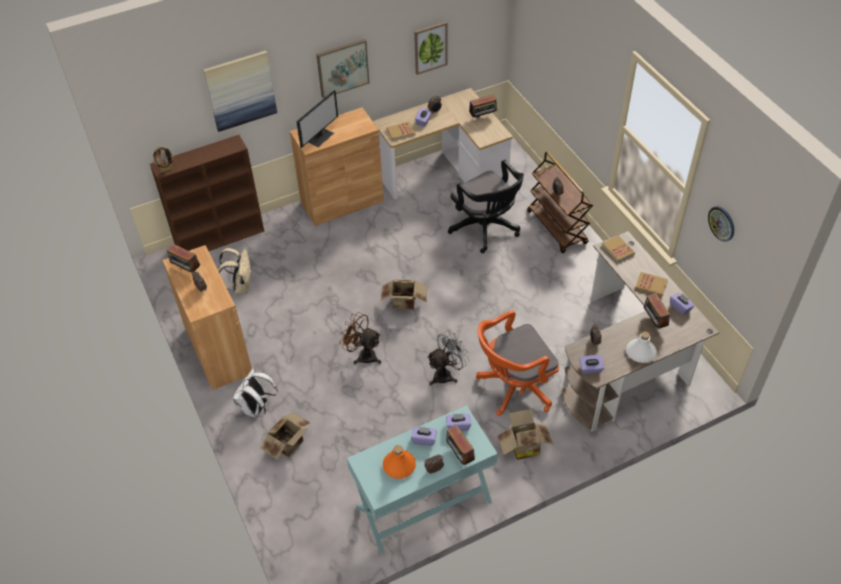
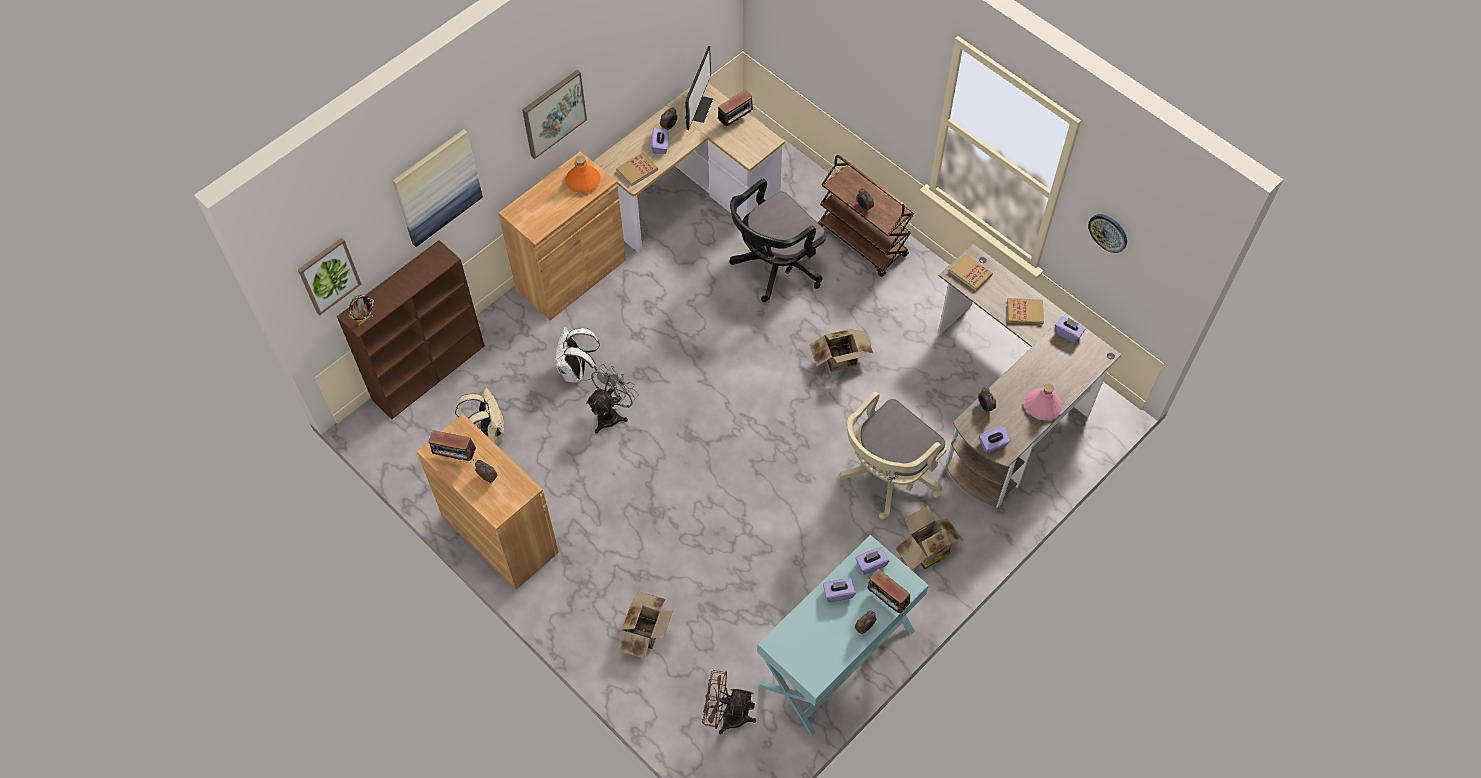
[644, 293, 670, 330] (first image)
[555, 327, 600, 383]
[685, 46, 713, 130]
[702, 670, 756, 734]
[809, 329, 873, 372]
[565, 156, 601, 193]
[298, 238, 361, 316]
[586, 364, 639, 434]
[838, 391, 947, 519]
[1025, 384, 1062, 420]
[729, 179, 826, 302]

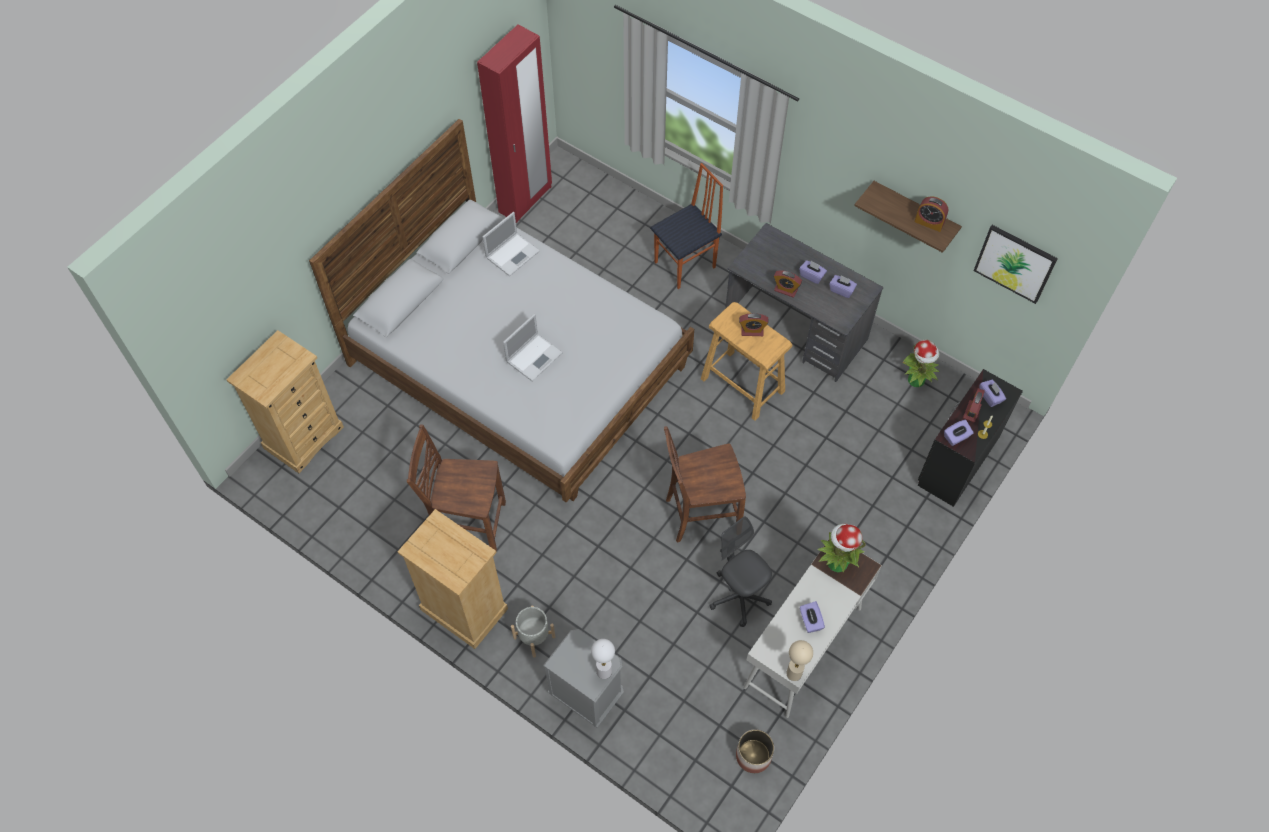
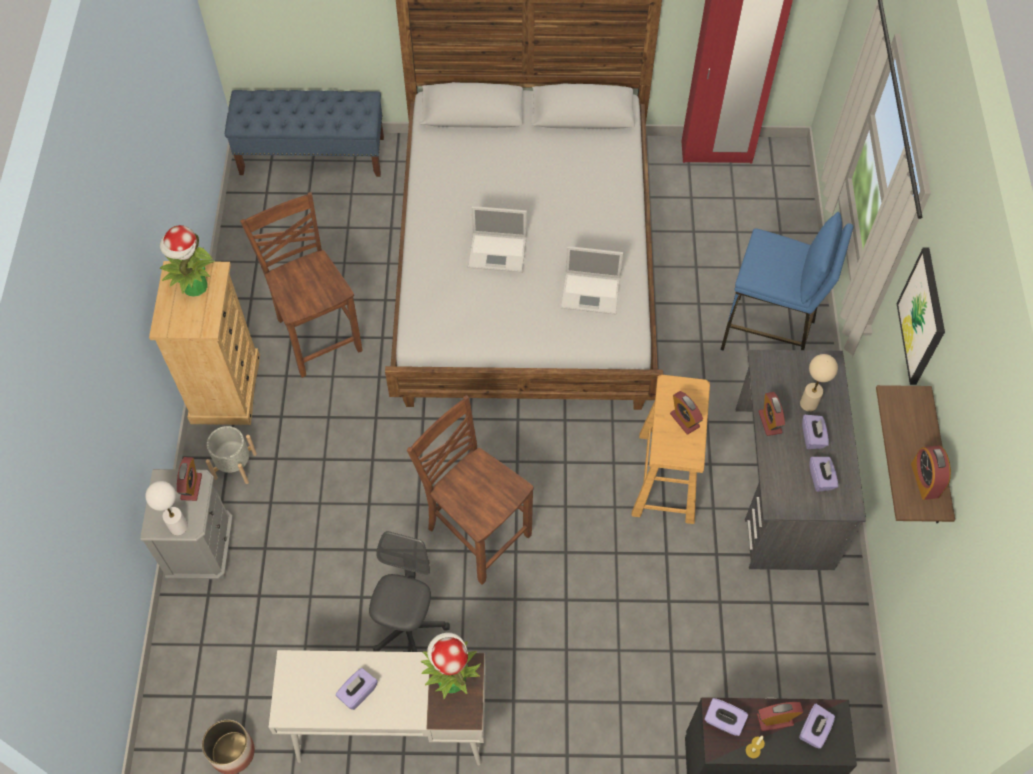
[177, 457, 202, 501]
[561, 246, 623, 315]
[800, 354, 838, 412]
[160, 225, 215, 297]
[896, 247, 945, 385]
[225, 90, 384, 177]
[721, 212, 853, 351]

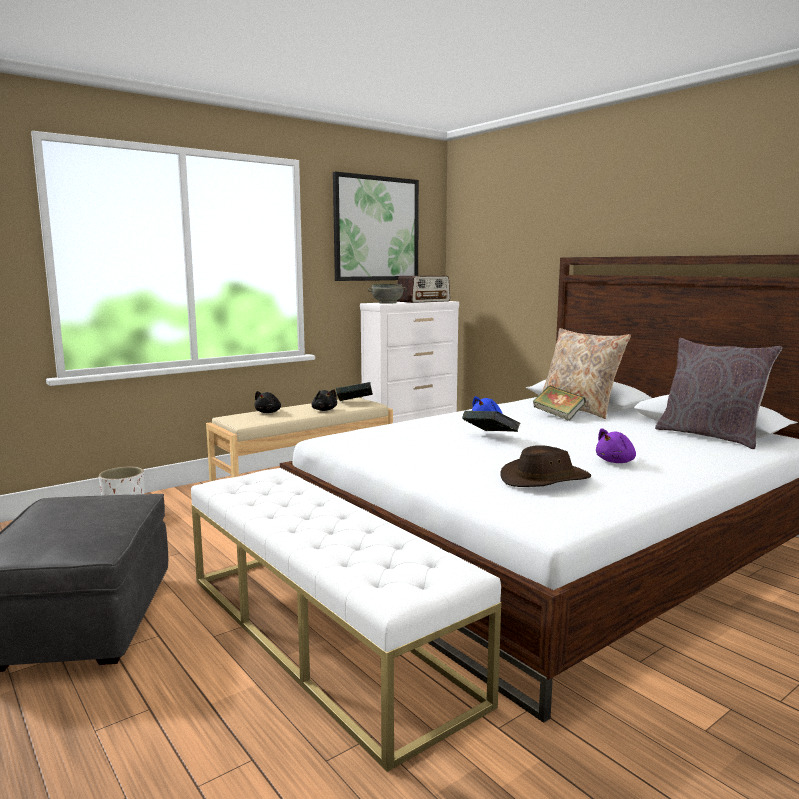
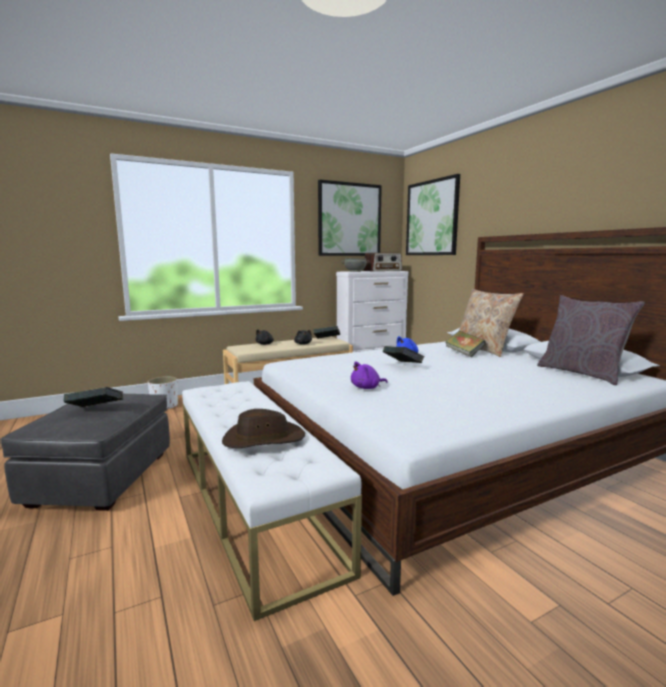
[63, 387, 123, 407]
[406, 174, 460, 255]
[222, 409, 305, 448]
[351, 361, 388, 389]

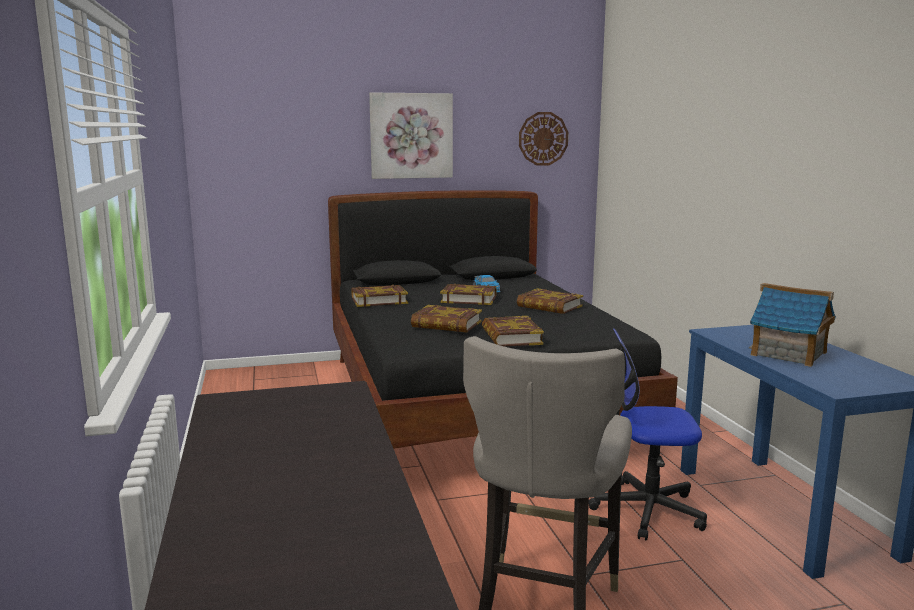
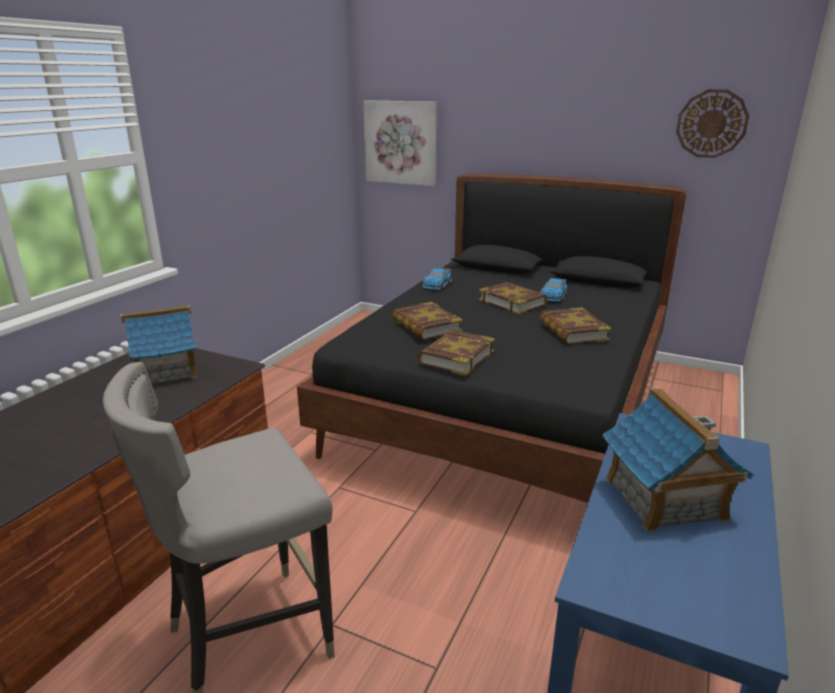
[589, 328, 707, 541] (first image)
[120, 305, 198, 384]
[363, 100, 437, 186]
[422, 268, 452, 290]

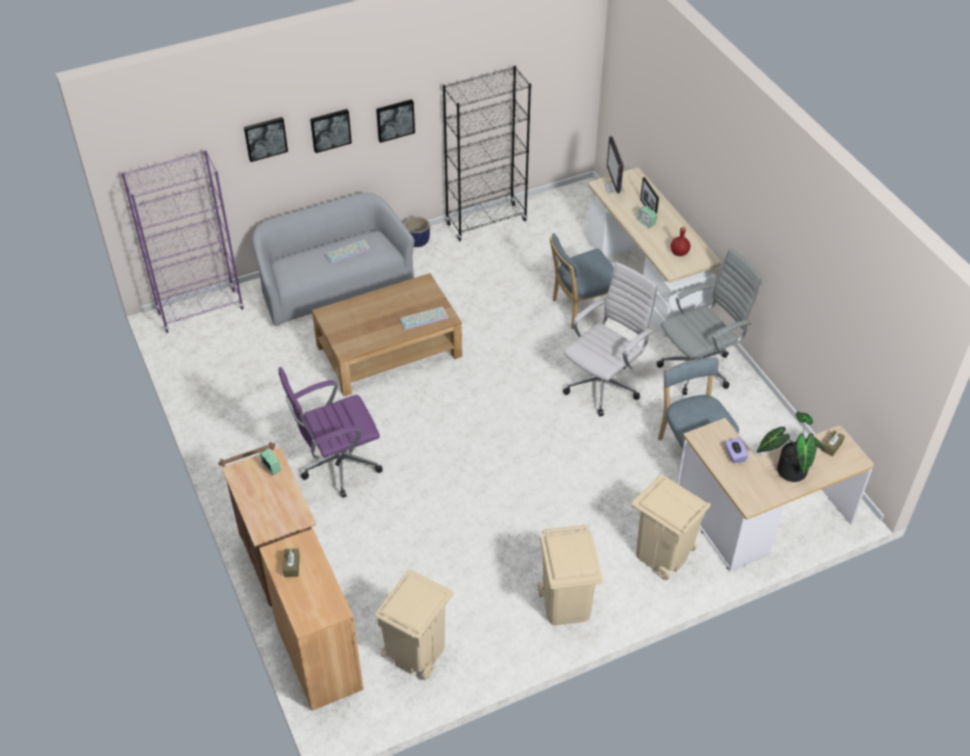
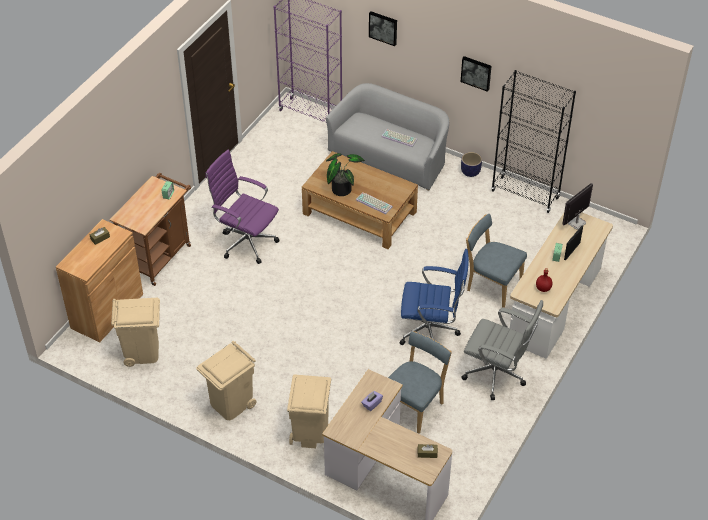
[310, 109, 352, 153] (first image)
[326, 153, 365, 196]
[400, 249, 469, 345]

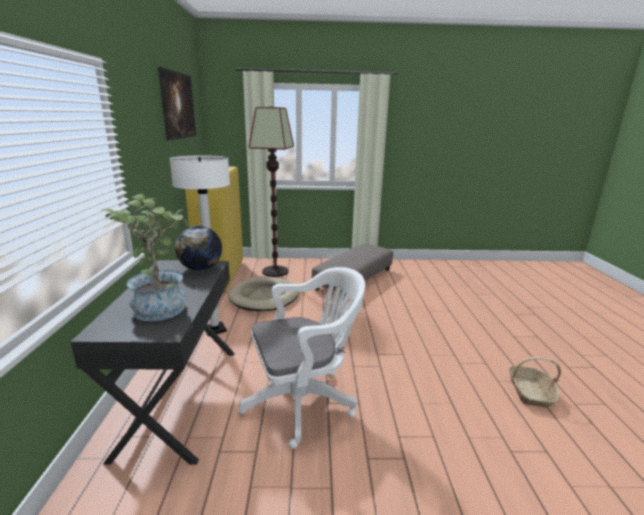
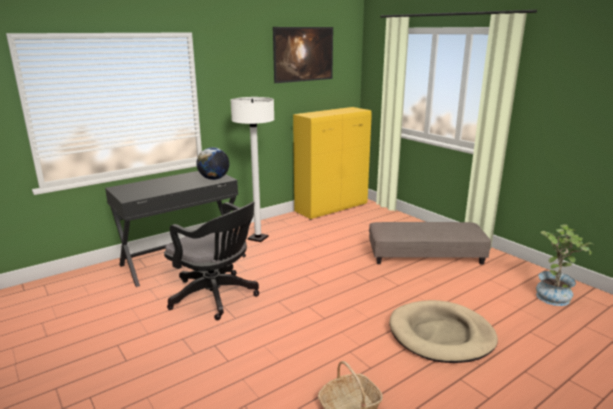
[249, 107, 294, 277] (first image)
[536, 225, 593, 306]
[389, 300, 498, 363]
[164, 202, 259, 320]

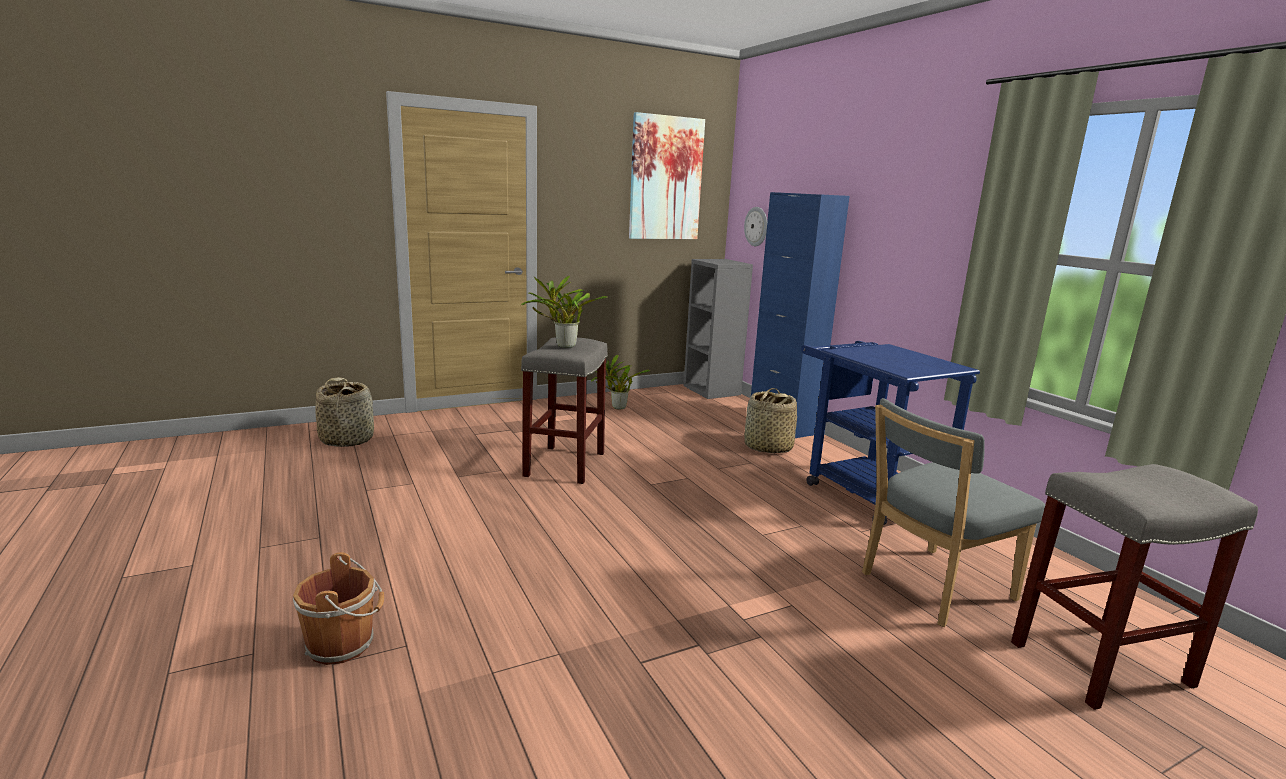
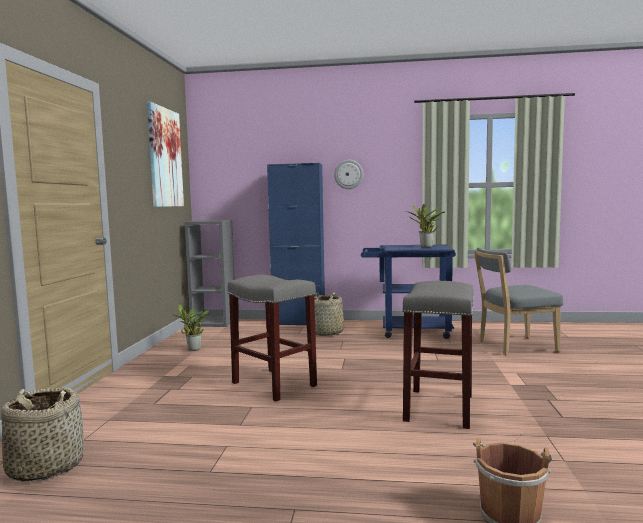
[406, 204, 445, 248]
[334, 160, 363, 189]
[402, 281, 474, 429]
[474, 247, 564, 355]

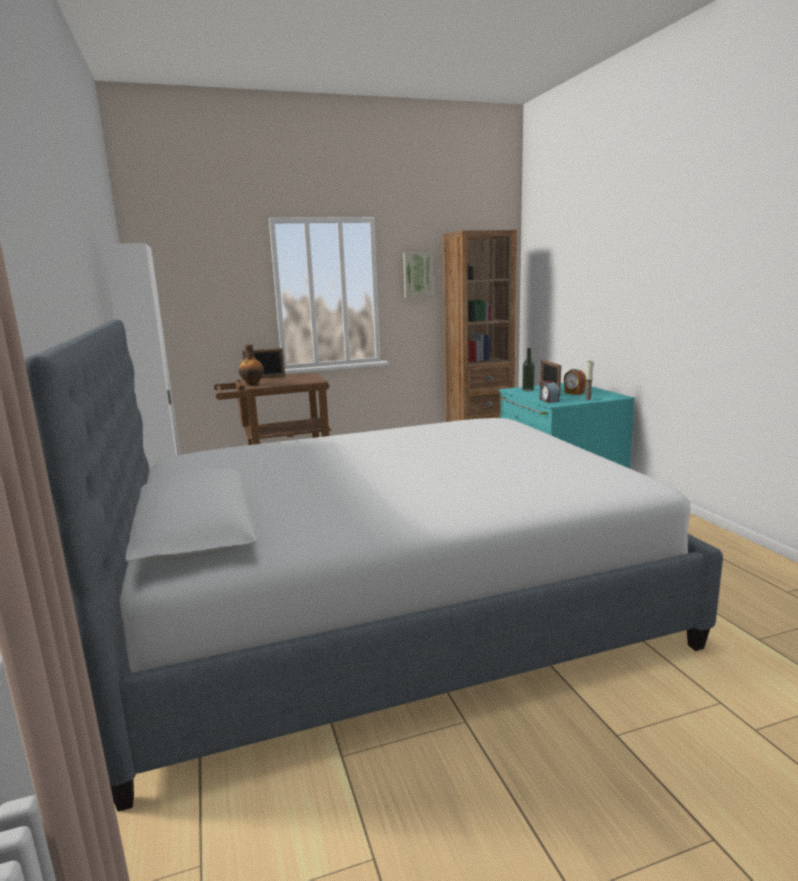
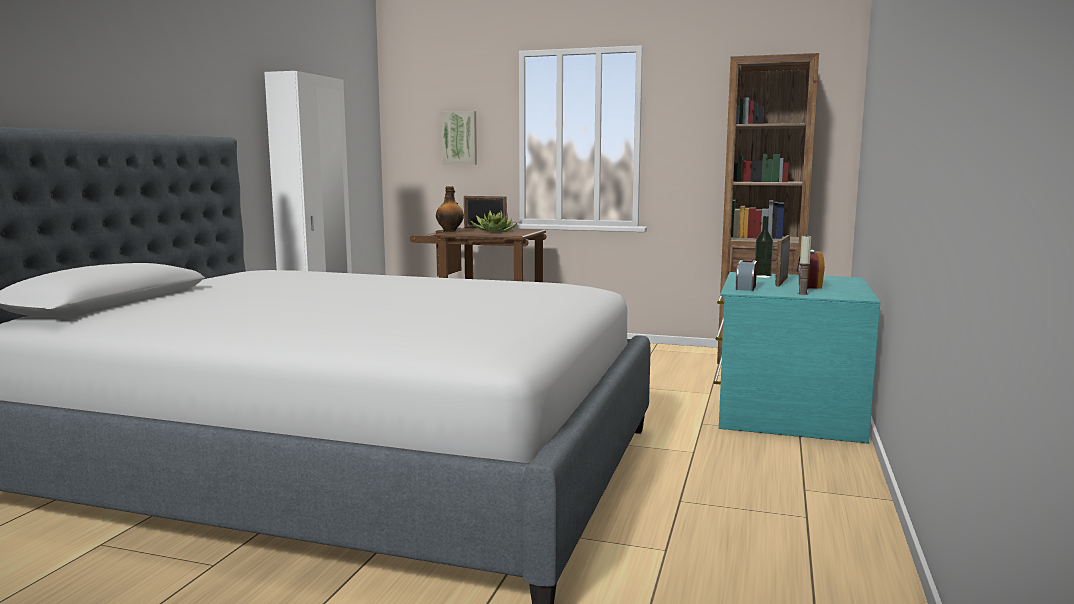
[470, 211, 517, 232]
[441, 111, 477, 165]

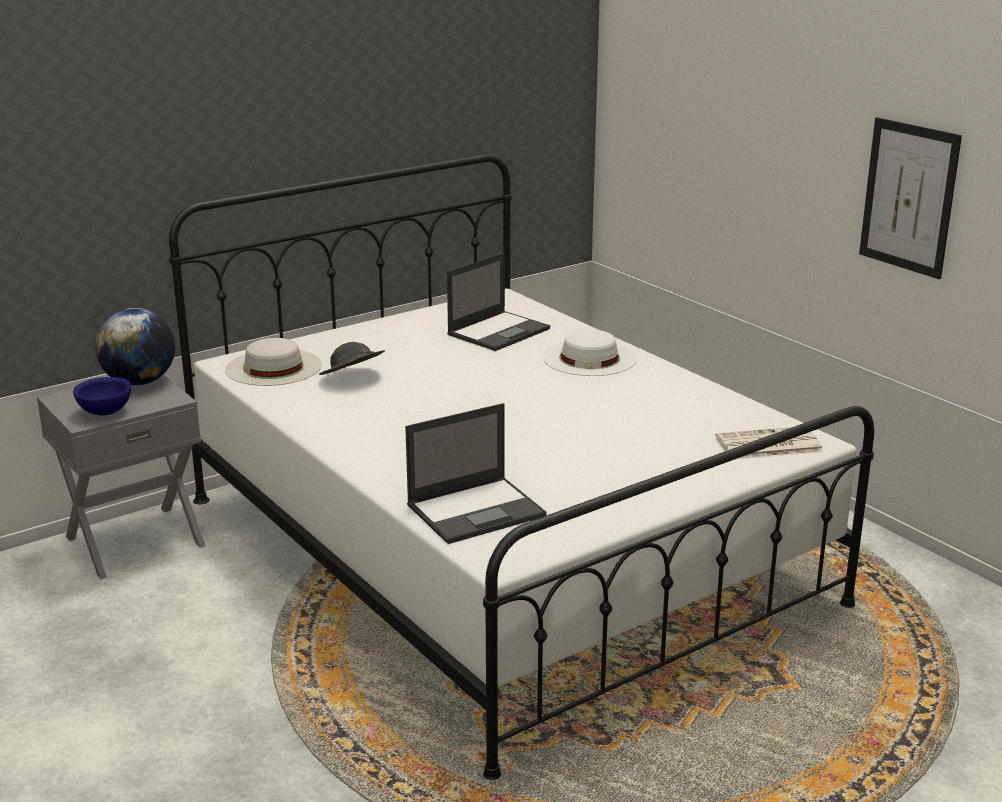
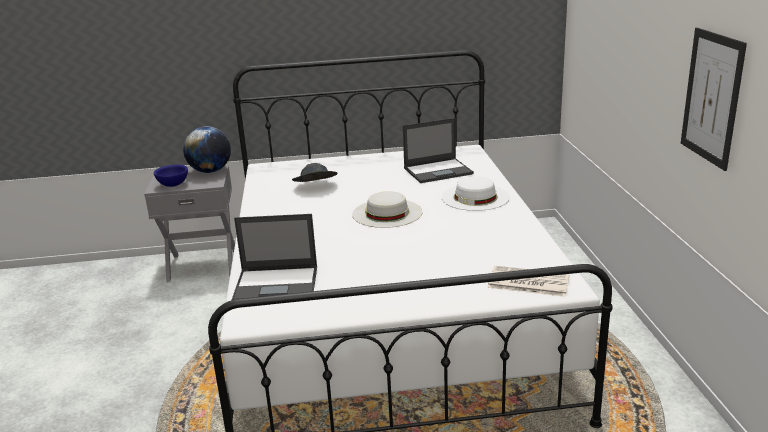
[352, 191, 422, 228]

